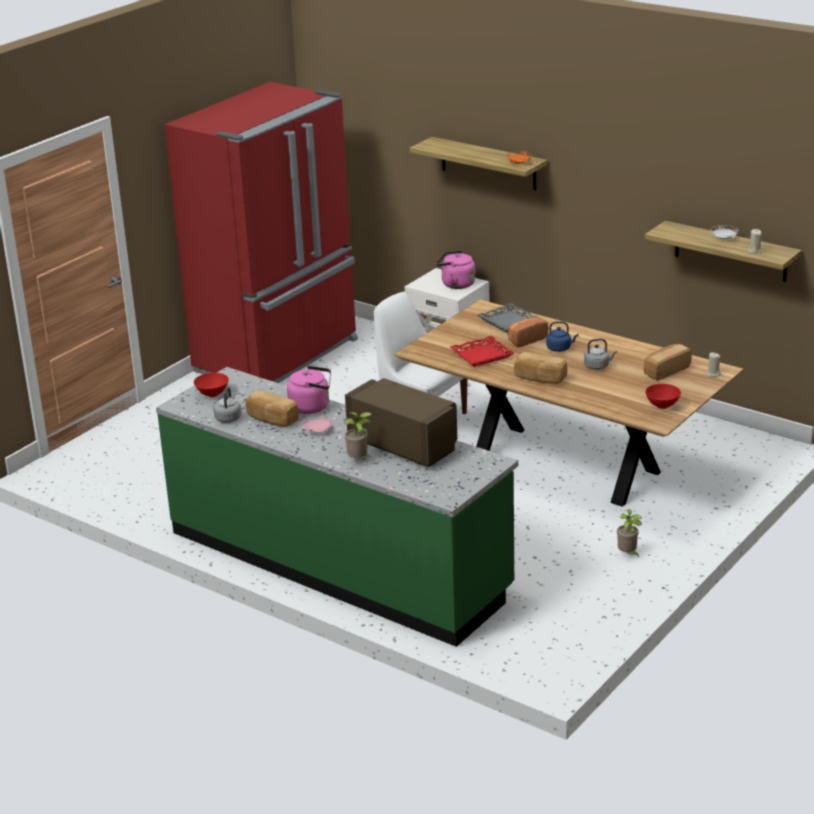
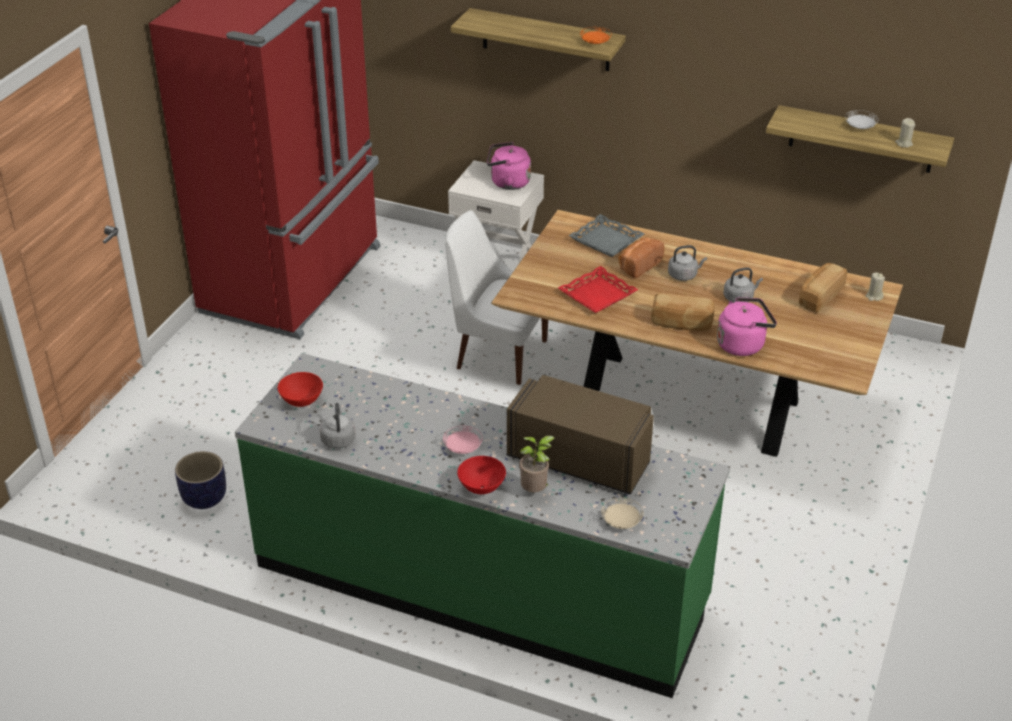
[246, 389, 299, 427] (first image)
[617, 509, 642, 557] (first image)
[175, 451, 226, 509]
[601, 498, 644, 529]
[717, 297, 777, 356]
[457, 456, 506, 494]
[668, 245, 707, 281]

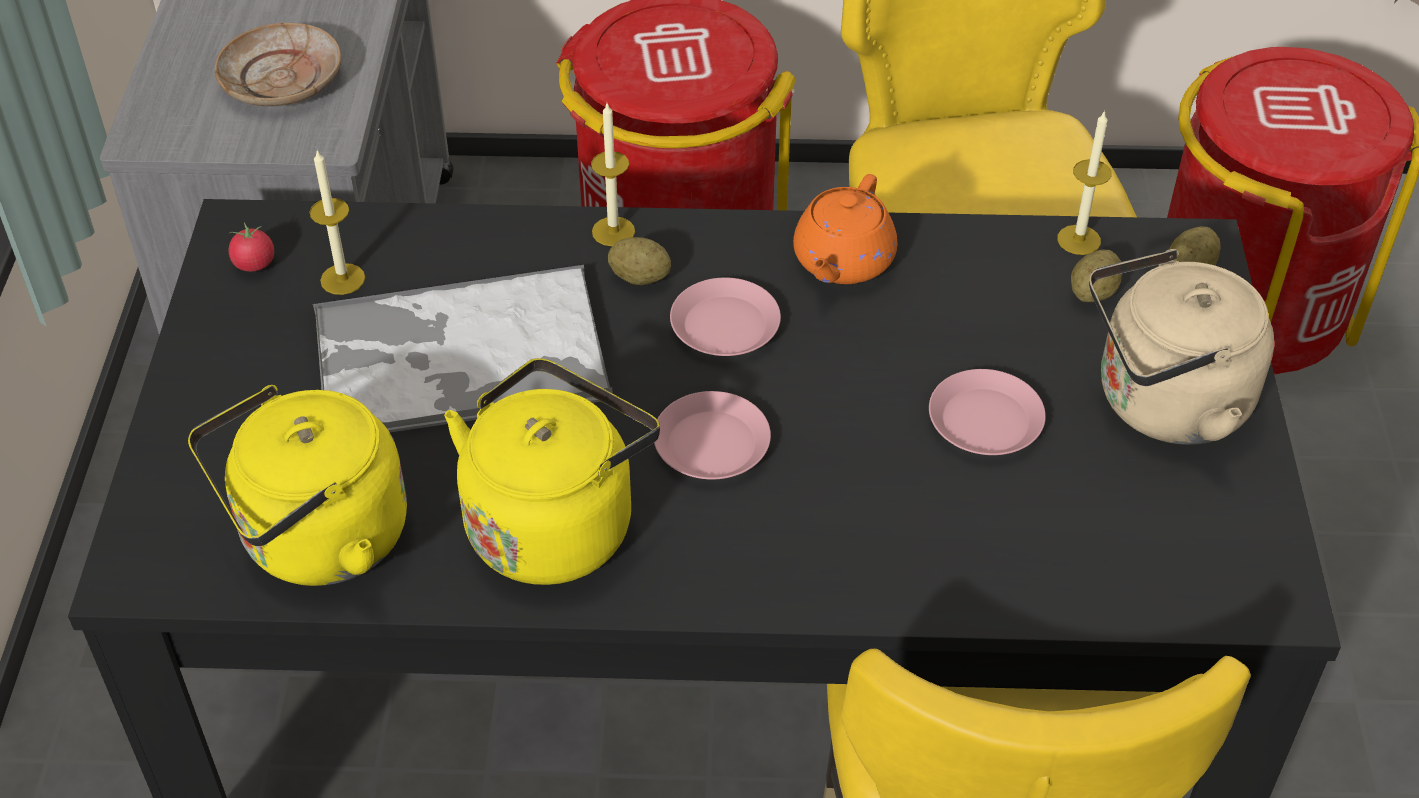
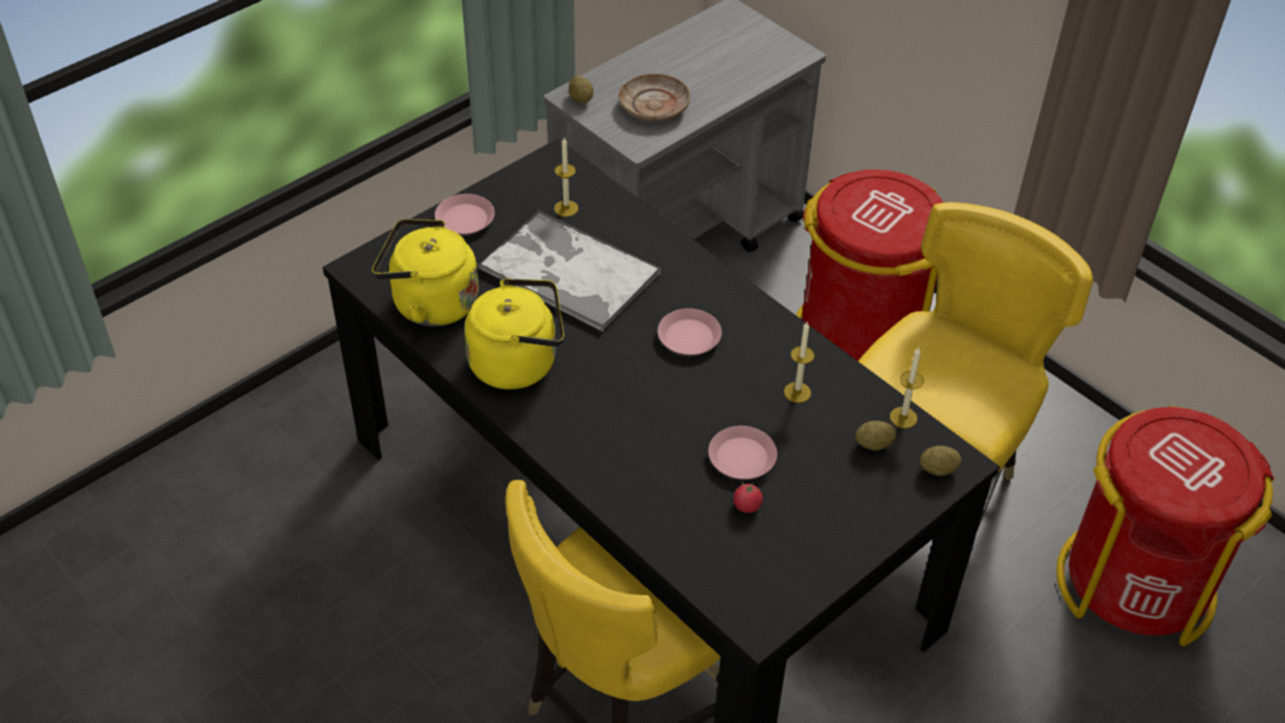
[793, 174, 897, 284] (first image)
[1089, 249, 1274, 445] (first image)
[733, 482, 763, 513]
[784, 322, 815, 403]
[569, 76, 594, 103]
[435, 194, 495, 235]

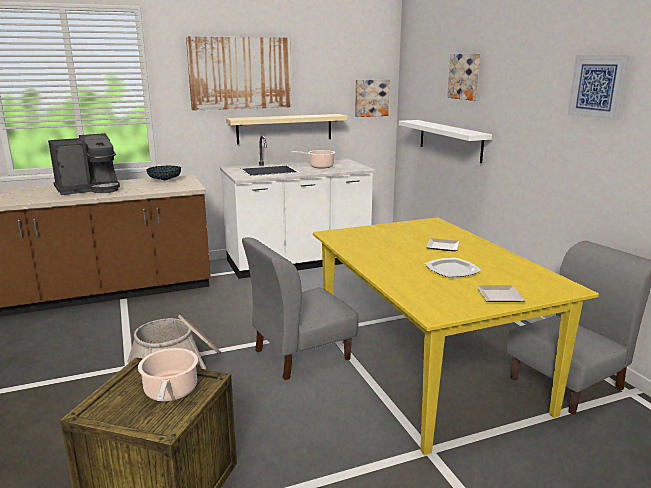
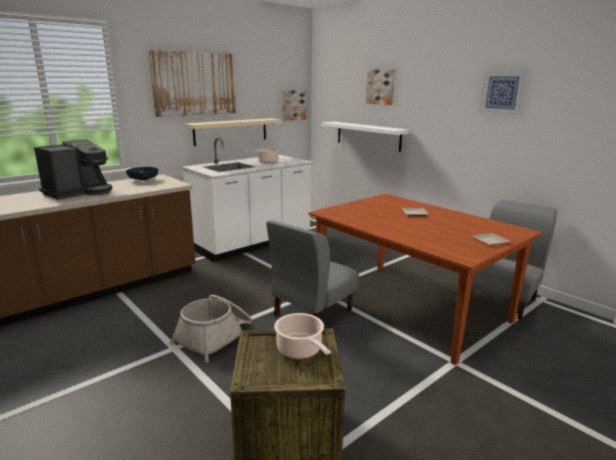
[425, 258, 481, 277] (first image)
[308, 194, 542, 365]

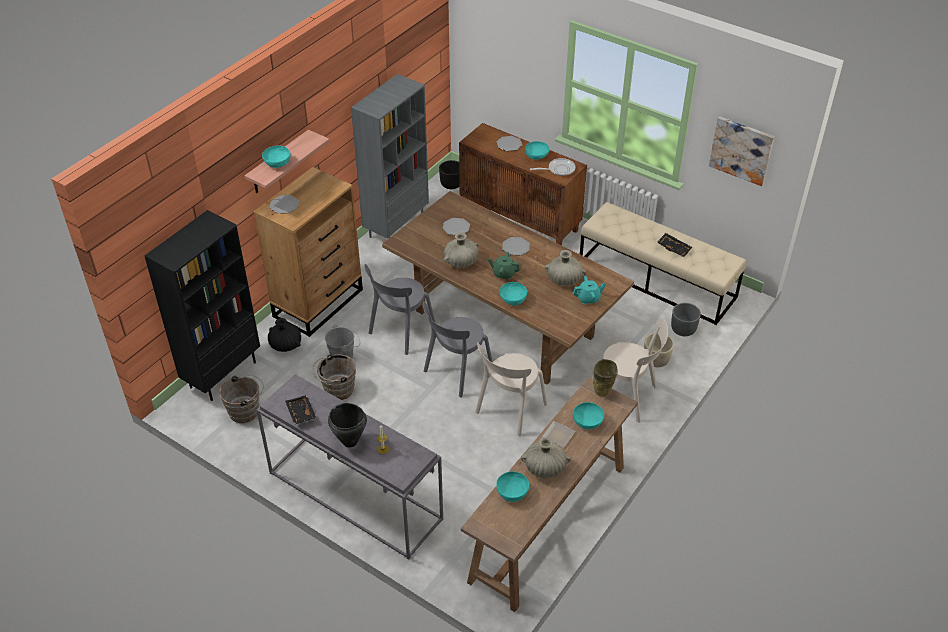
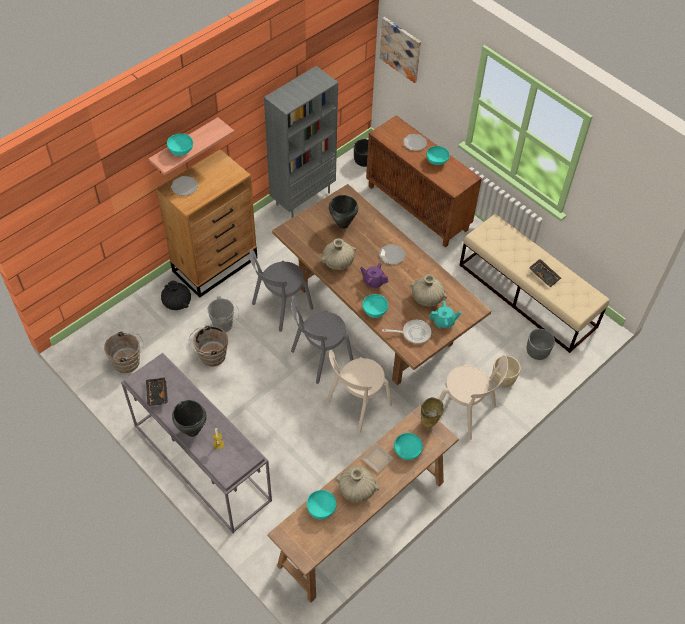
[145, 210, 260, 401] (first image)
[382, 320, 431, 344]
[380, 17, 421, 83]
[329, 195, 359, 229]
[360, 263, 388, 289]

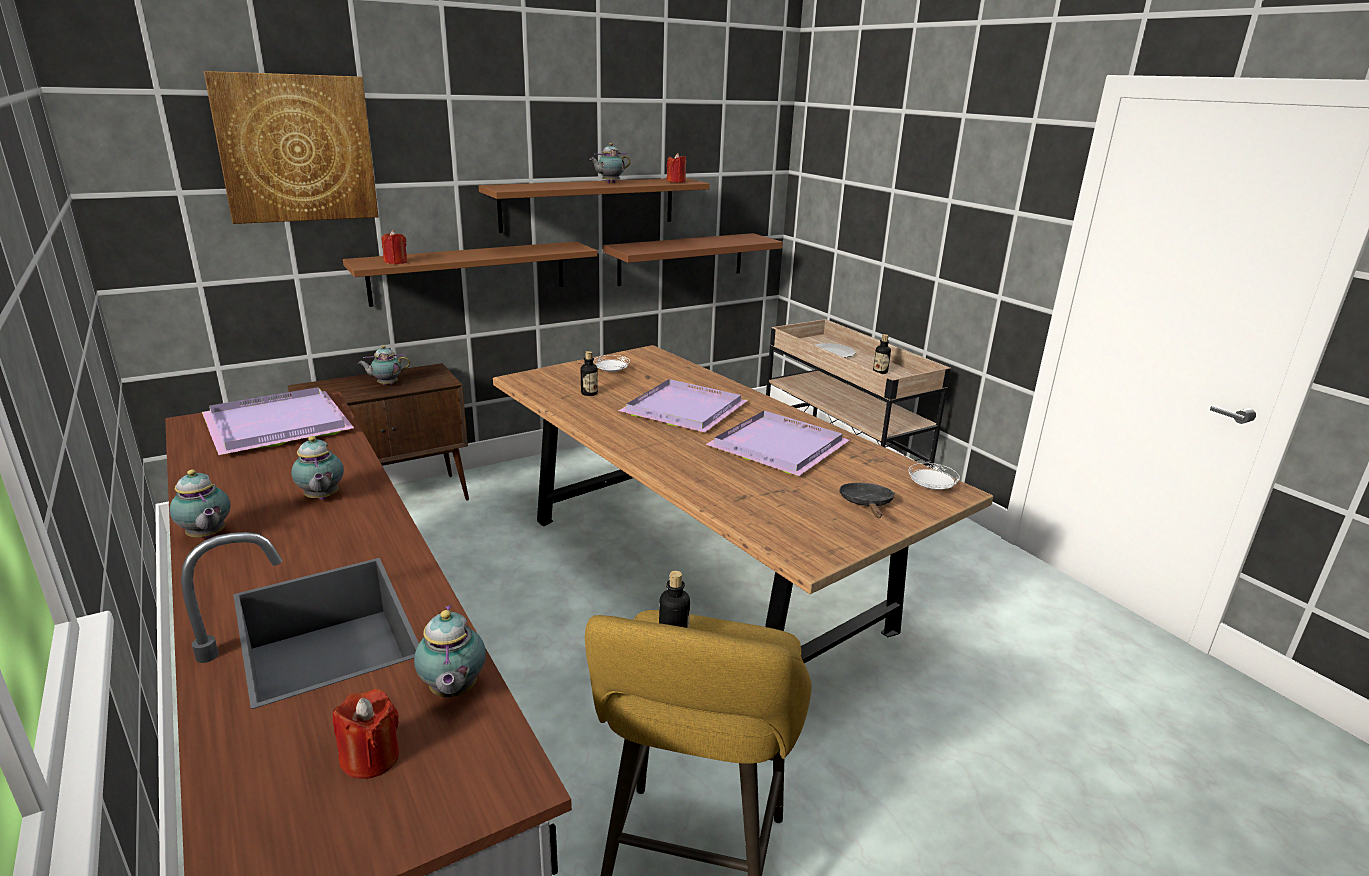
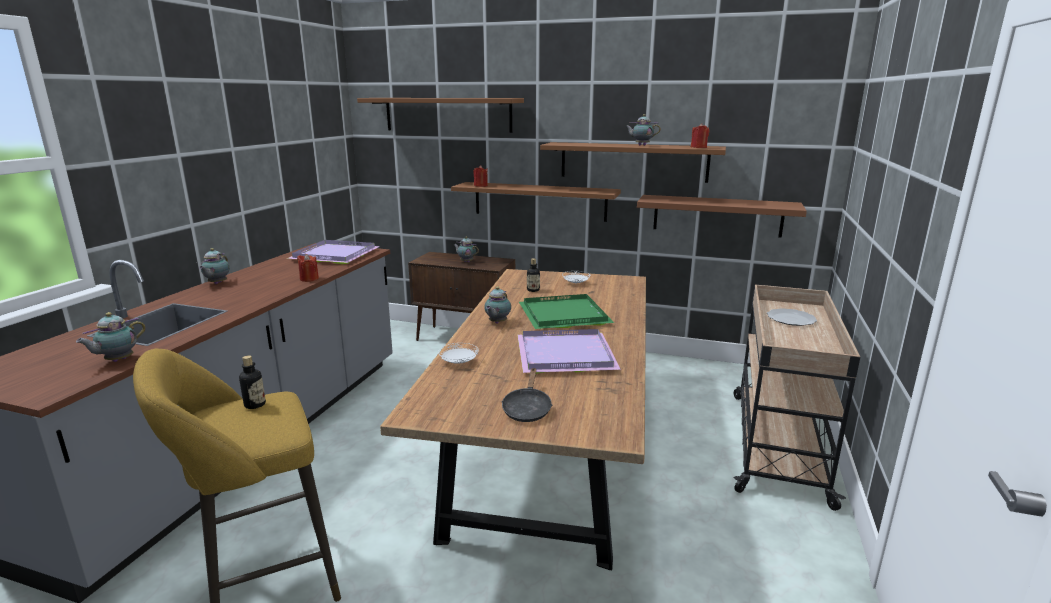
[873, 334, 891, 374] (first image)
[484, 287, 511, 324]
[297, 254, 319, 282]
[438, 343, 479, 364]
[357, 98, 524, 133]
[519, 294, 614, 329]
[501, 368, 552, 422]

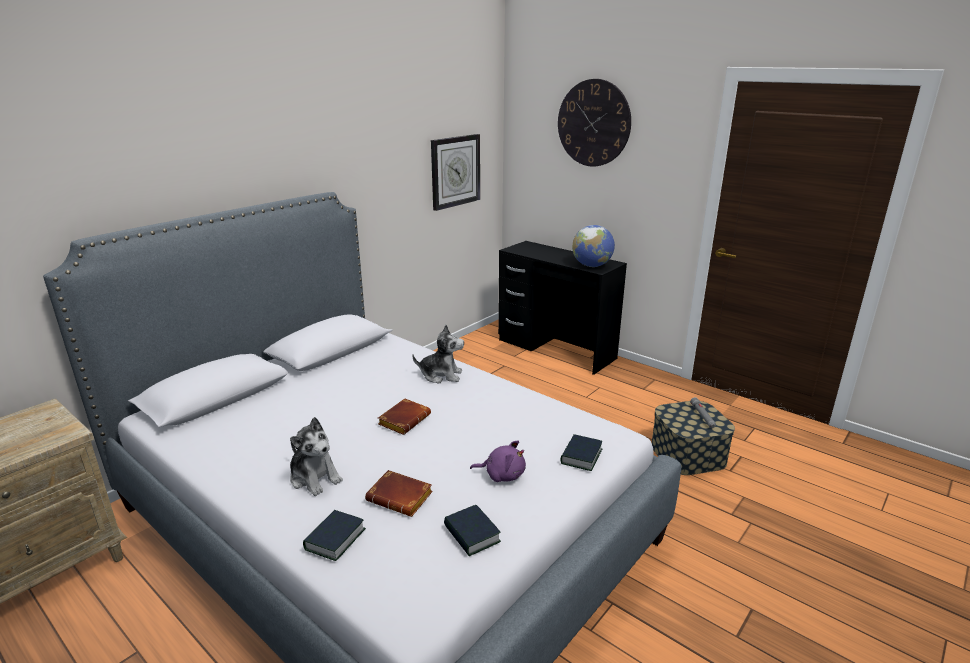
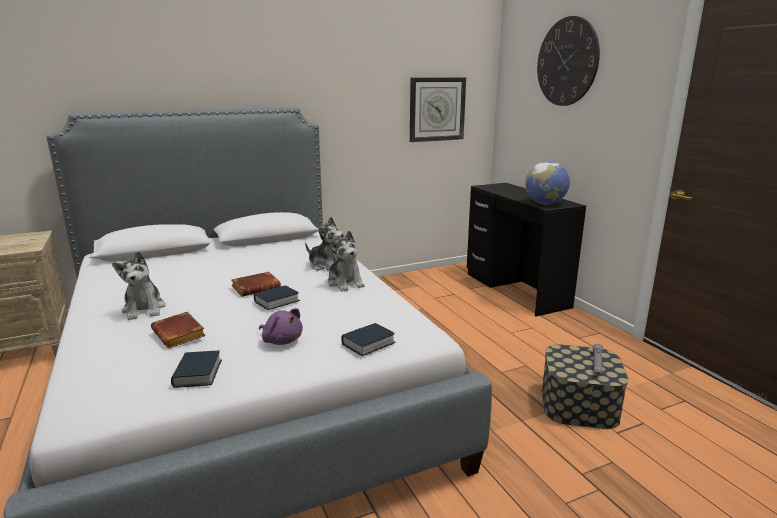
[327, 231, 365, 292]
[254, 285, 300, 310]

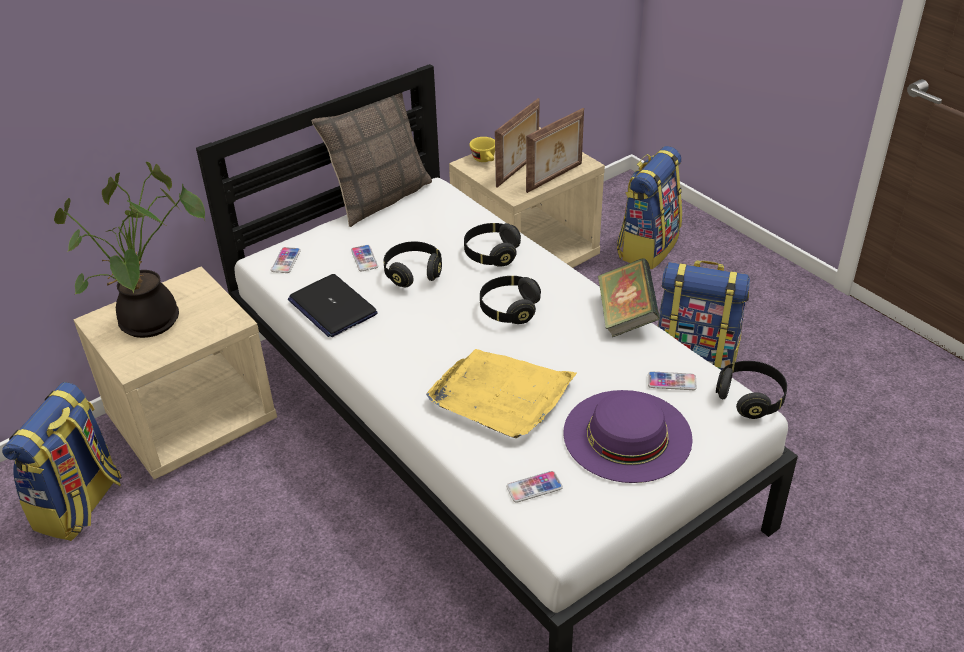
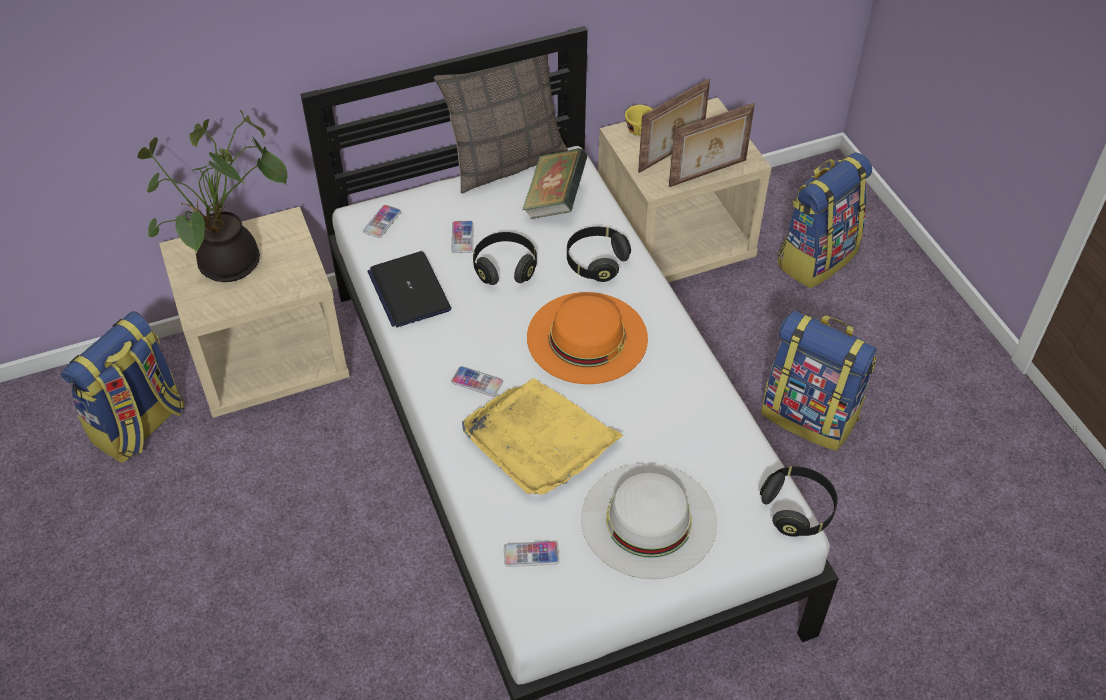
[522, 148, 587, 219]
[451, 366, 503, 397]
[527, 292, 648, 384]
[581, 463, 717, 579]

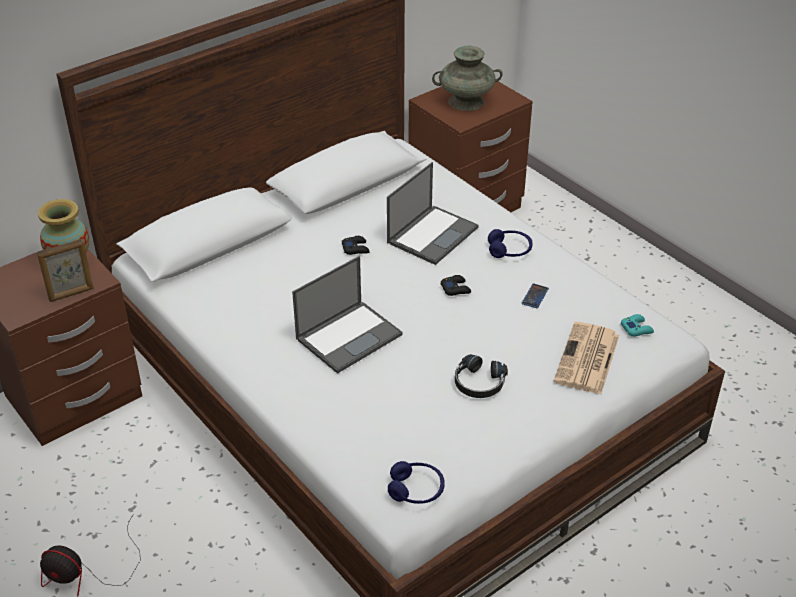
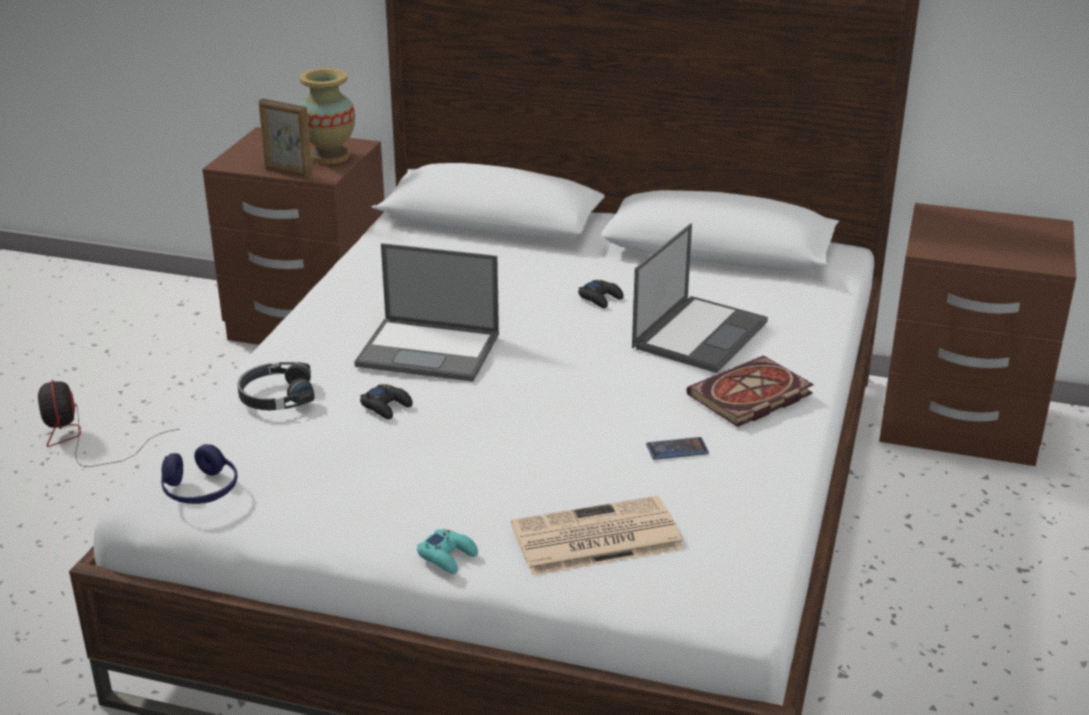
[432, 46, 503, 111] (first image)
[360, 384, 413, 419]
[237, 362, 315, 410]
[417, 529, 478, 574]
[686, 355, 814, 427]
[632, 223, 768, 373]

